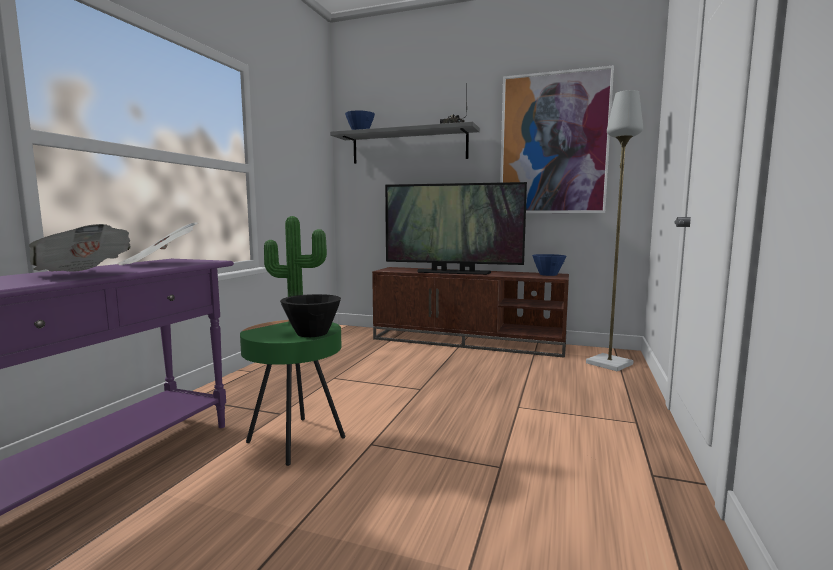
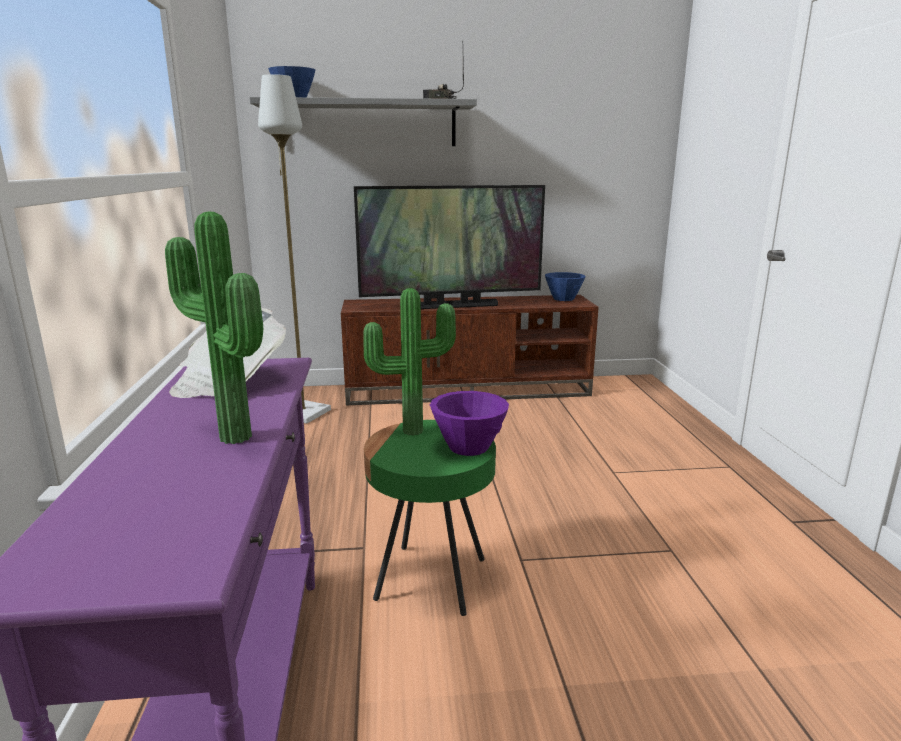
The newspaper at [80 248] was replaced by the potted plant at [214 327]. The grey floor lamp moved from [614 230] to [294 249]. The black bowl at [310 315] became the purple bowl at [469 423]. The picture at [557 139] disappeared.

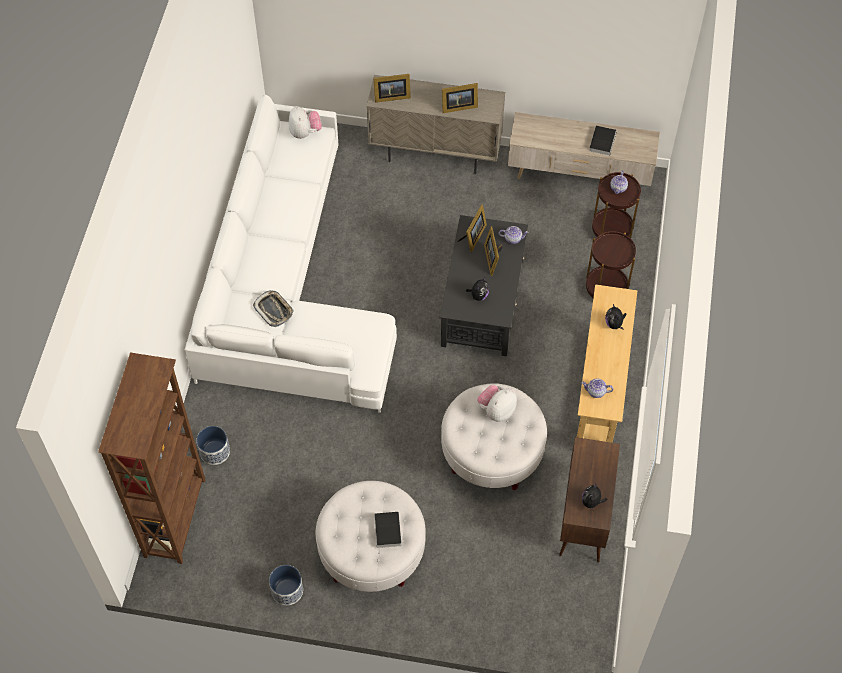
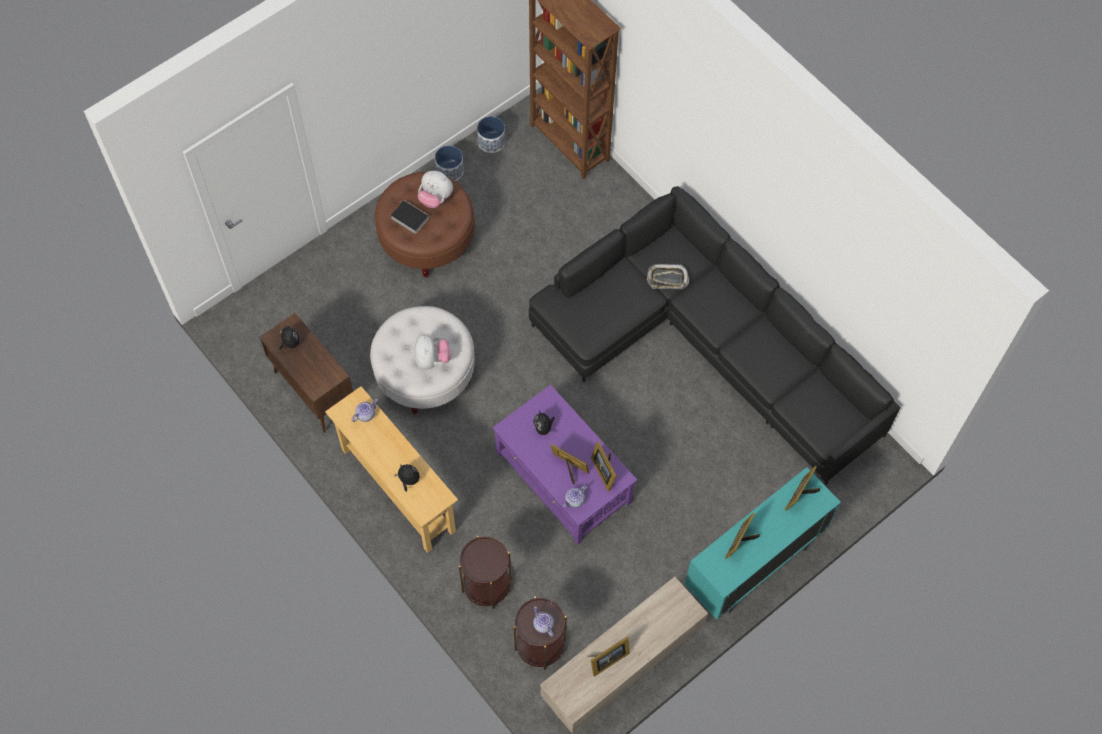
The white ottoman at [371 536] became the brown ottoman at [425 225]. The plush toy moved from [305 122] to [435 189]. The planter moved from [213 445] to [491 134]. The black coffee table at [484 285] became the purple coffee table at [564 465]. The white sofa at [291 253] became the black sofa at [714 335]. The book at [603 141] was replaced by the picture frame at [610 657]. The beige cabinet at [435 124] became the turquoise cabinet at [763 543].

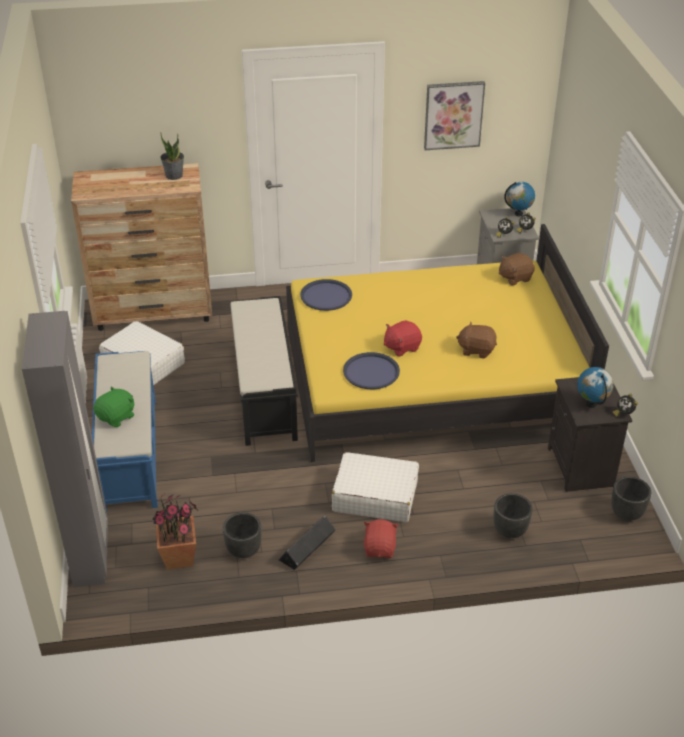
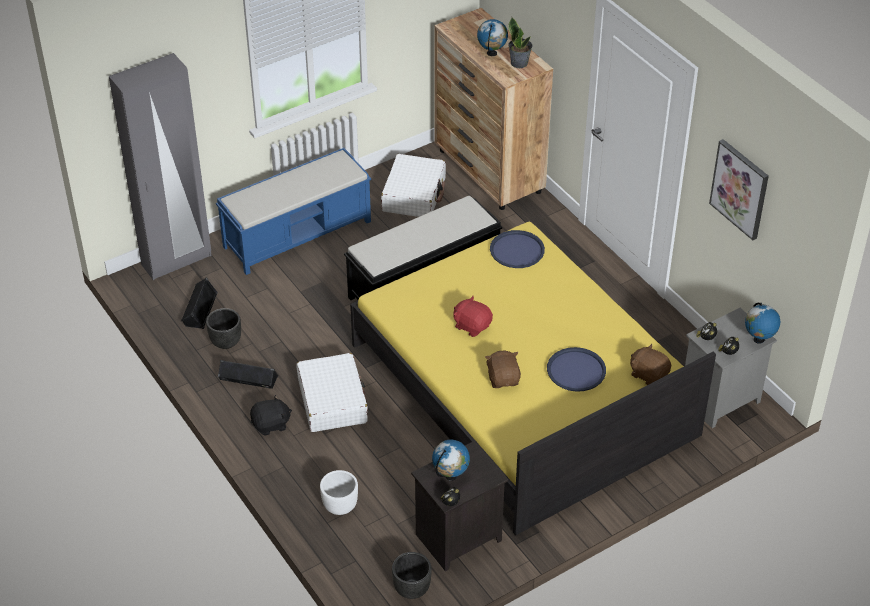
The potted plant at [175 532] was replaced by the black speaker at [199 303]. The red plush toy at [381 538] became the black plush toy at [271 415]. The black planter at [513 515] became the white planter at [339 492]. The globe at [492 37] appeared. The blue tray moved from [371 370] to [576 369]. The green plush toy at [114 406] disappeared.

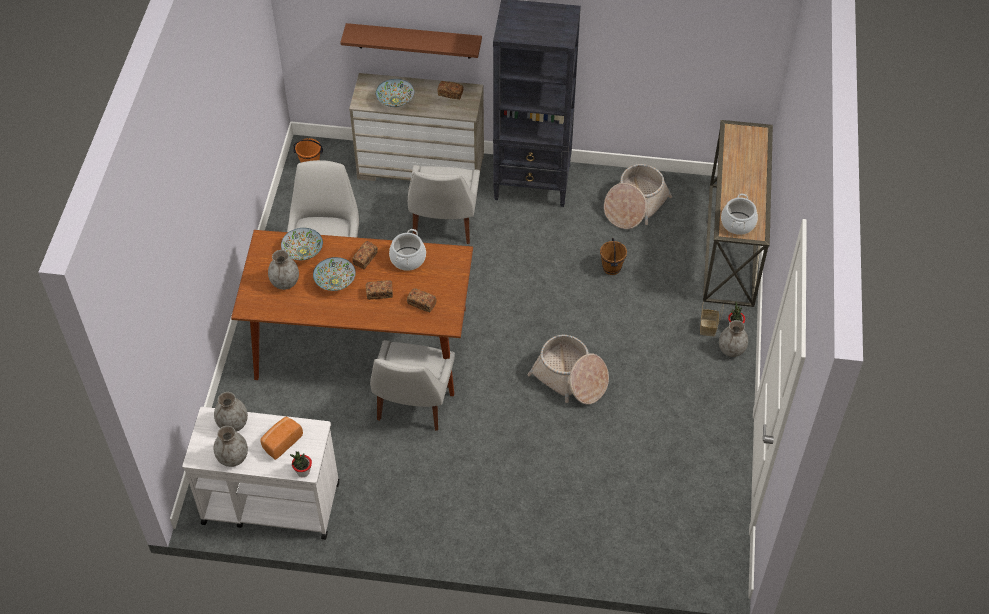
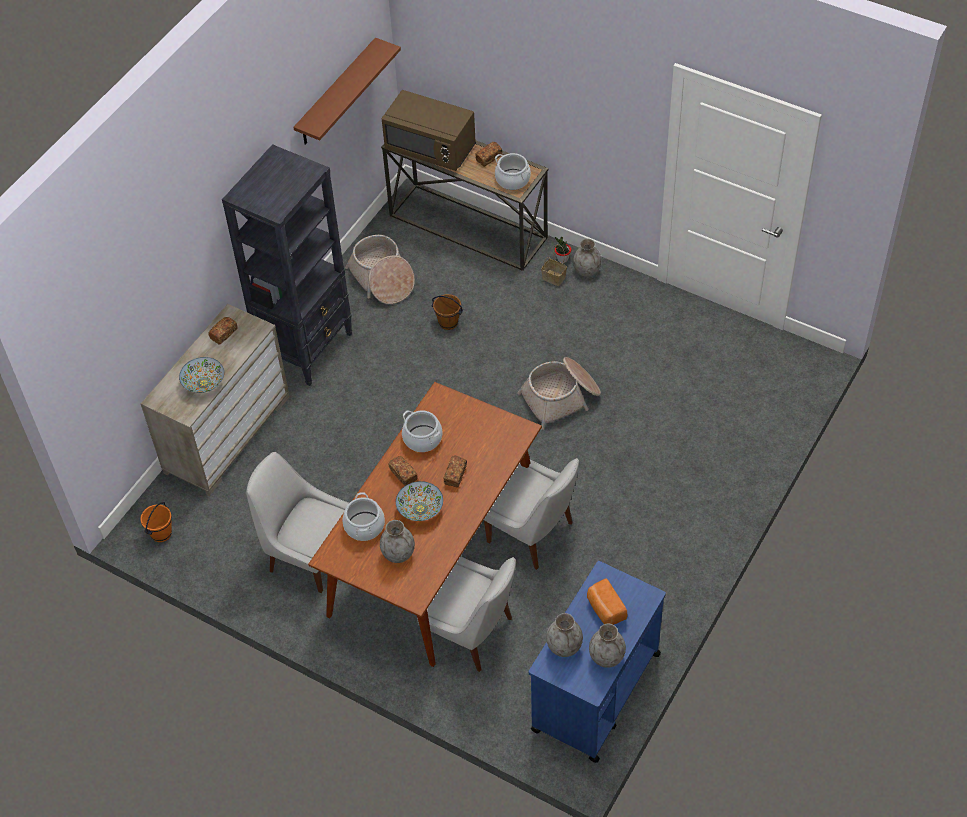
The brown shelf moved from [411 41] to [347 91]. The bowl at [302 244] was replaced by the cooking pot at [363 516]. The brown microwave at [429 130] appeared. The white chair moved from [444 204] to [466 614]. The bread moved from [421 300] to [488 154]. The white cart at [261 473] became the blue cart at [597 662]. The potted plant at [301 464] disappeared.

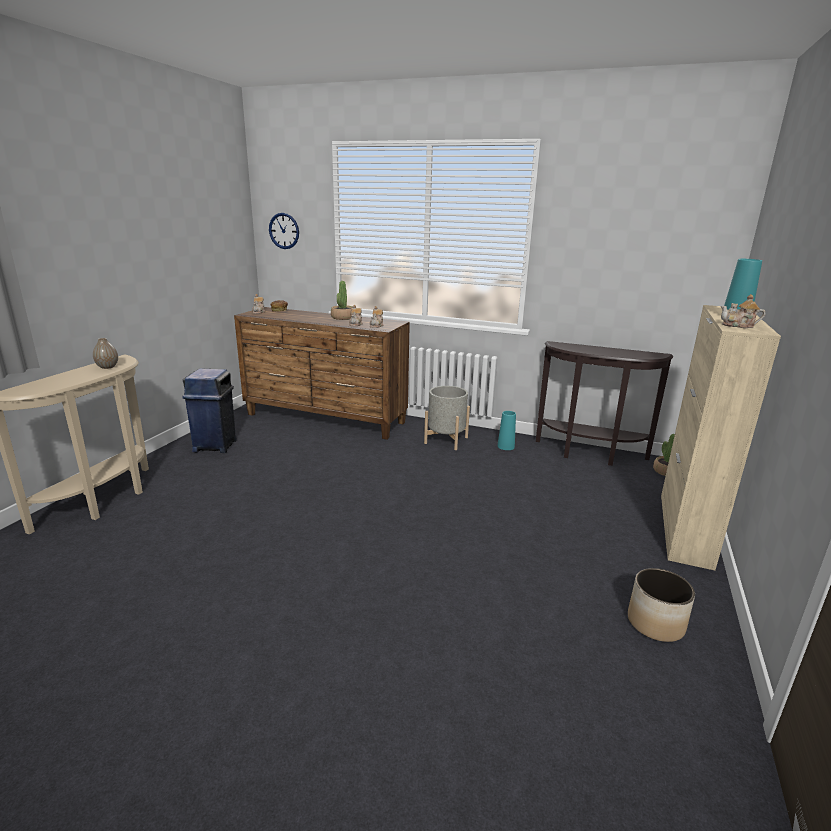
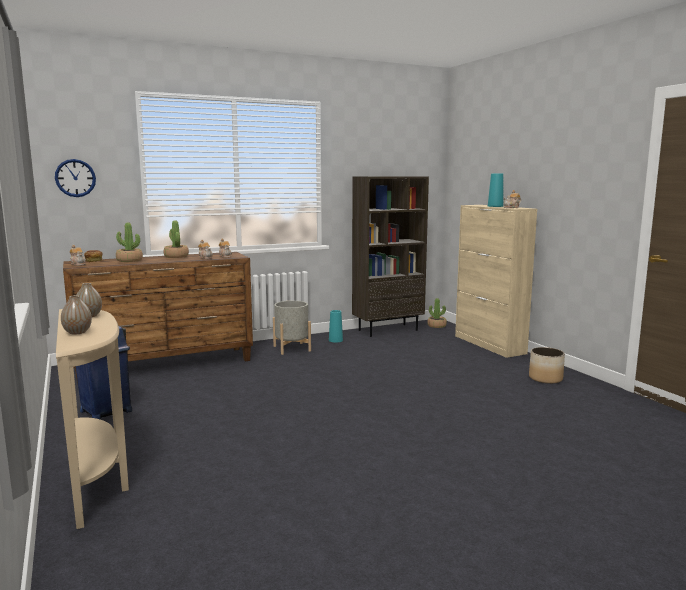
The vase at [76 315] appeared. The potted plant at [129 242] appeared. The brown console table at [605 403] was replaced by the brown bookcase at [390 256].

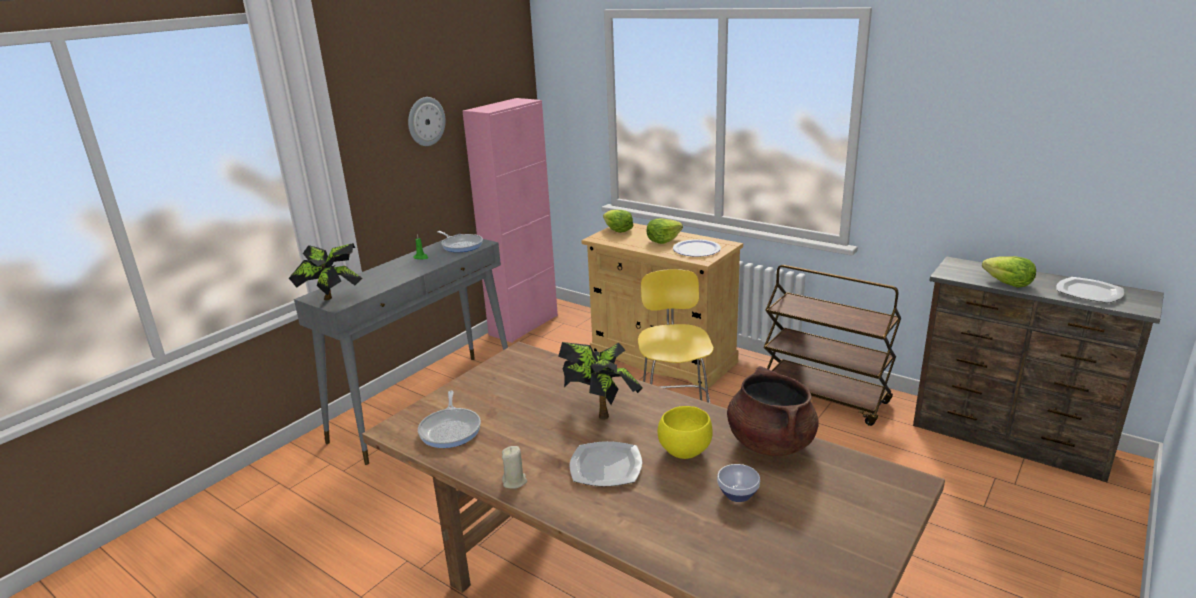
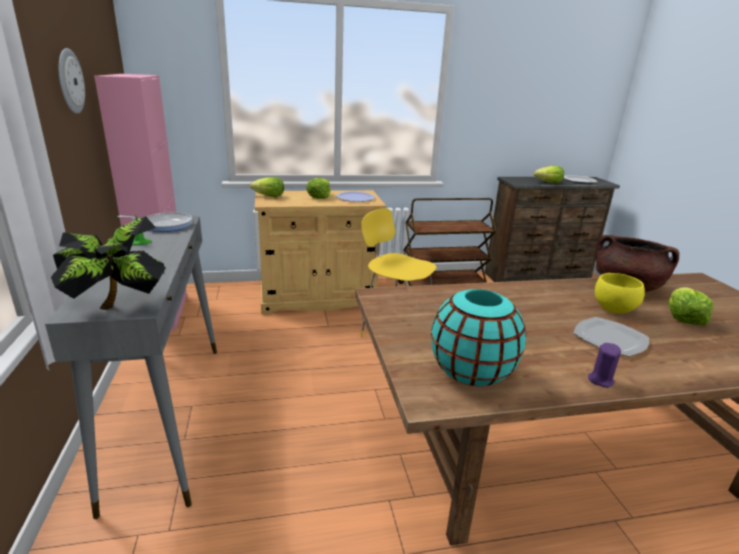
The frying pan at [449 419] was replaced by the turquoise vase at [478 337]. The beige candle at [514 467] became the purple candle at [604 365]. The bowl at [738 483] was replaced by the lettuce at [690 306]. The potted plant at [600 381] disappeared.

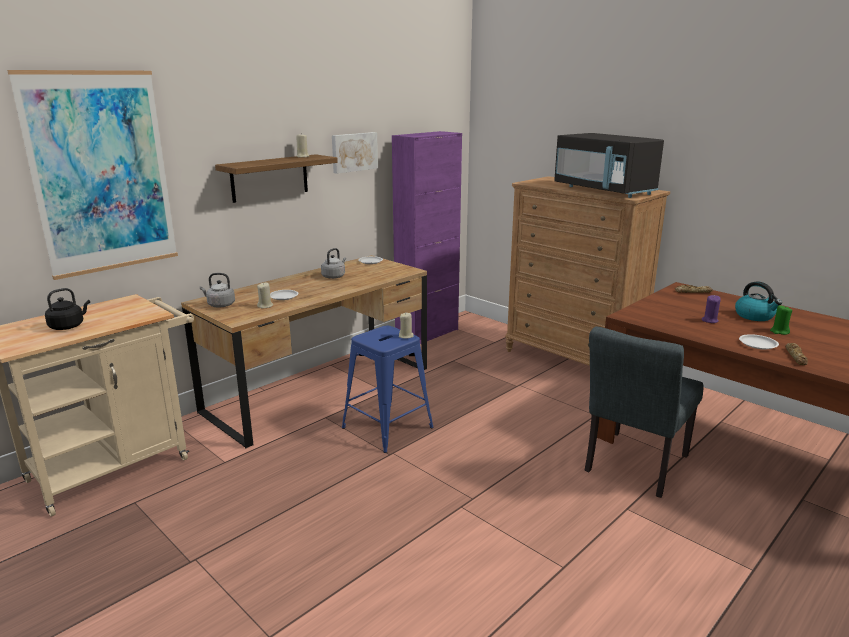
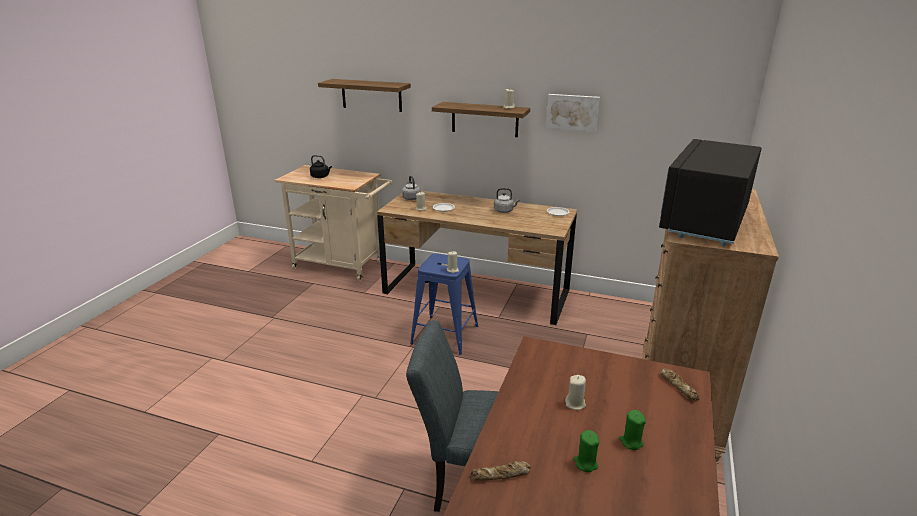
The picture at [92 175] was replaced by the shelf at [364 95]. The purple candle at [711 309] became the beige candle at [575 392]. The kettle at [758 301] was replaced by the green candle at [632 430]. The purple cabinet at [427 237] disappeared. The white plate at [759 341] disappeared.

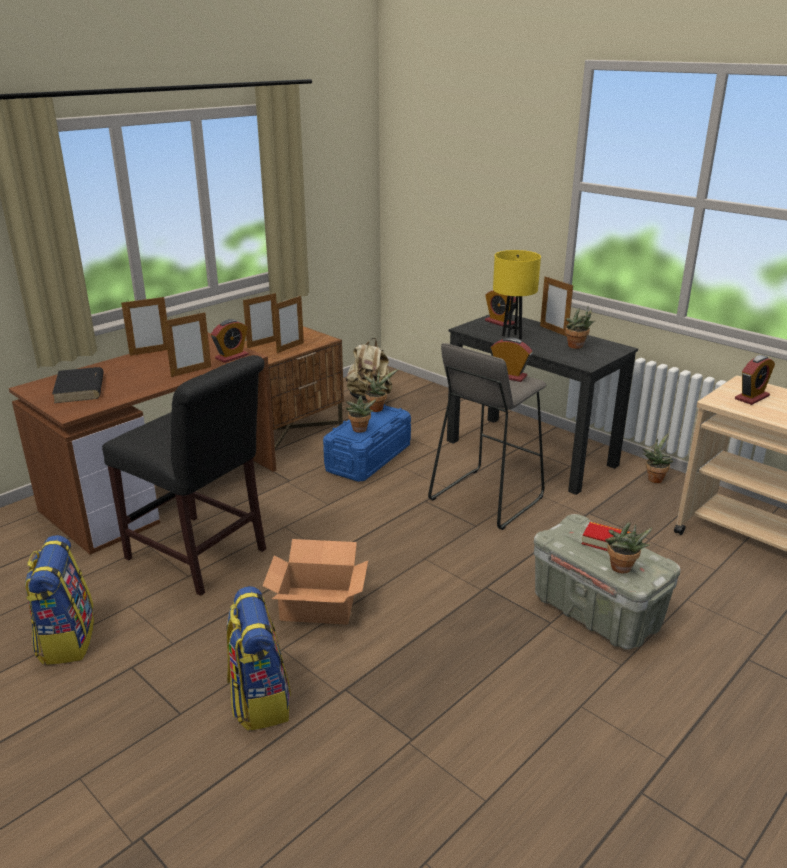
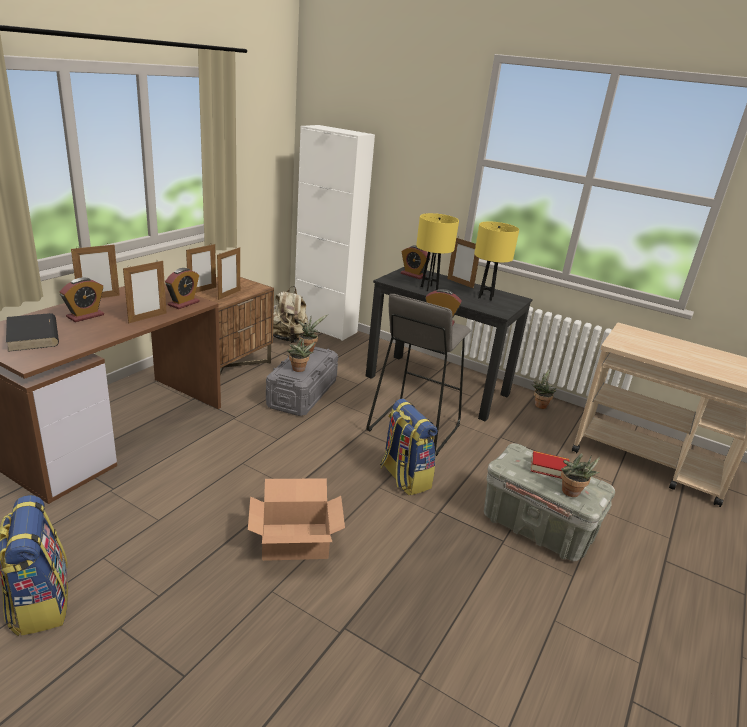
The alarm clock moved from [755 380] to [82 299]. The blue storage box at [367 443] became the grey storage box at [302 381]. The white cabinet at [335 233] appeared. The backpack moved from [258 658] to [409 446]. The potted plant at [580 328] was replaced by the yellow table lamp at [496 261]. The black chair at [184 475] disappeared.

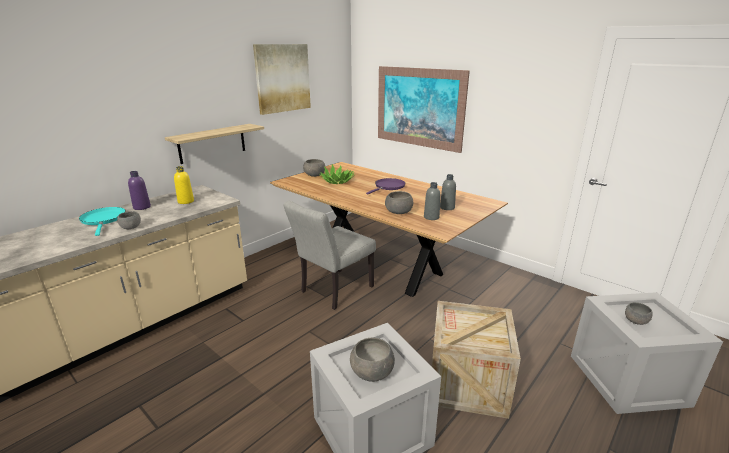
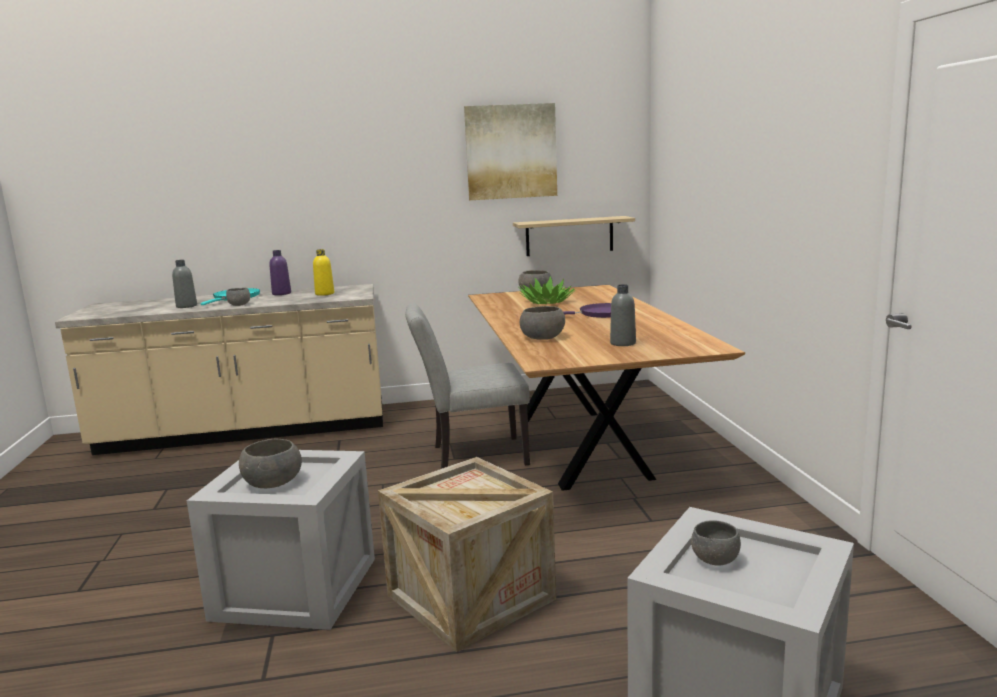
The grey bottle moved from [432 201] to [184 284]. The shelf moved from [214 144] to [574 236]. The picture at [424 109] disappeared.

